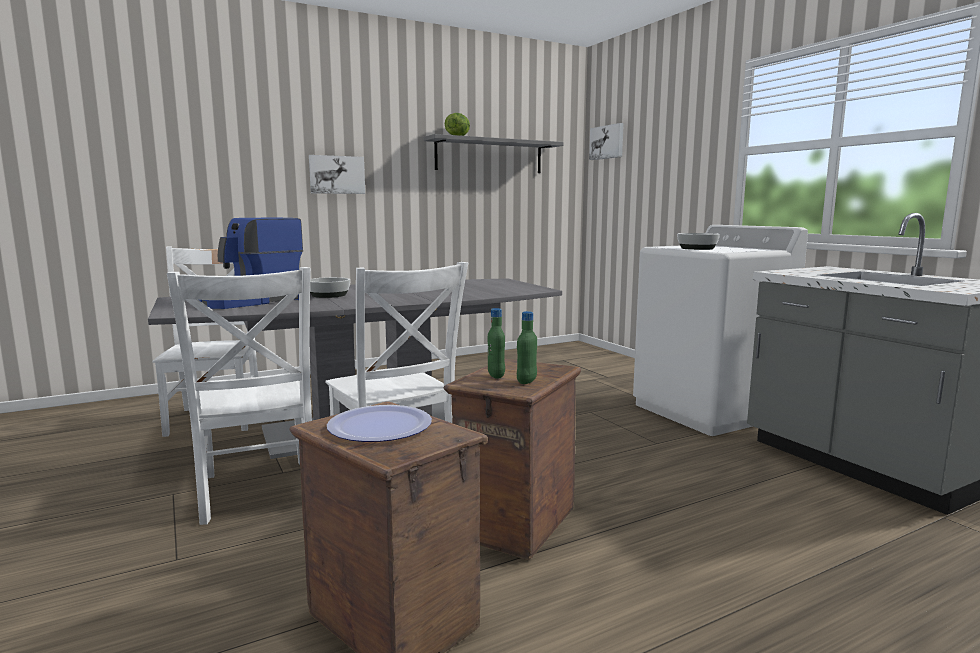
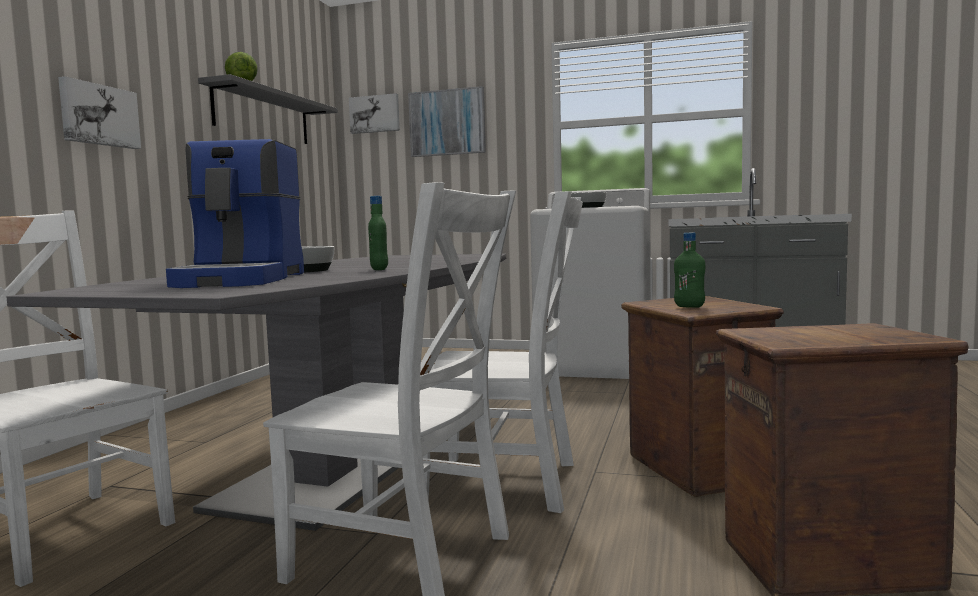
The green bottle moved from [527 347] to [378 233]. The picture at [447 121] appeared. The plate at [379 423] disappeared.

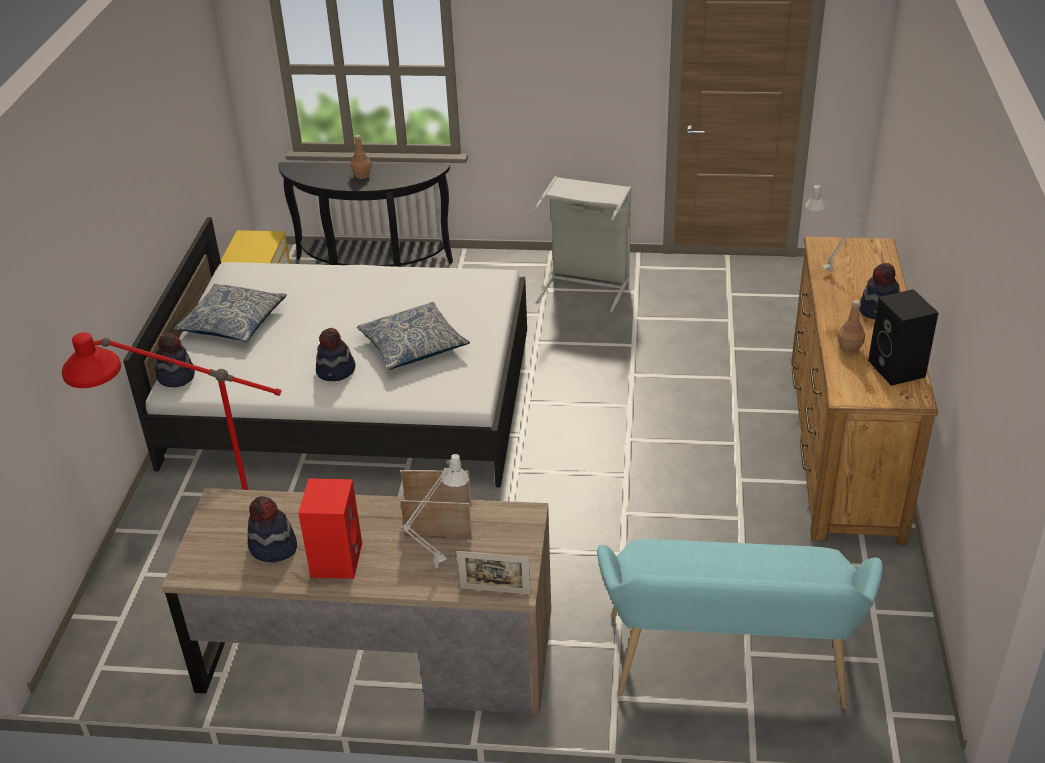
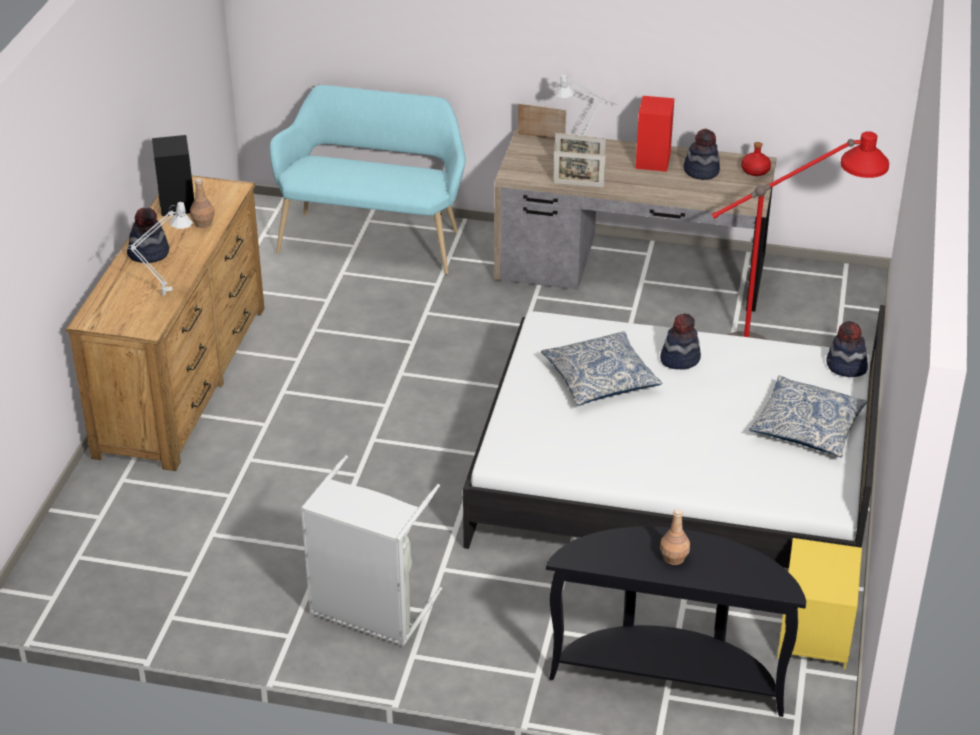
The red bottle at [756 159] appeared.

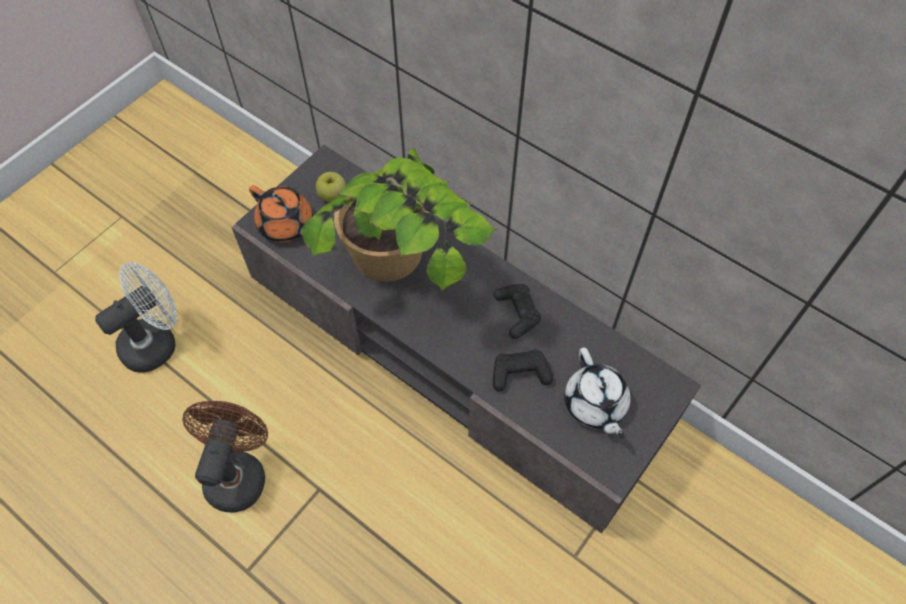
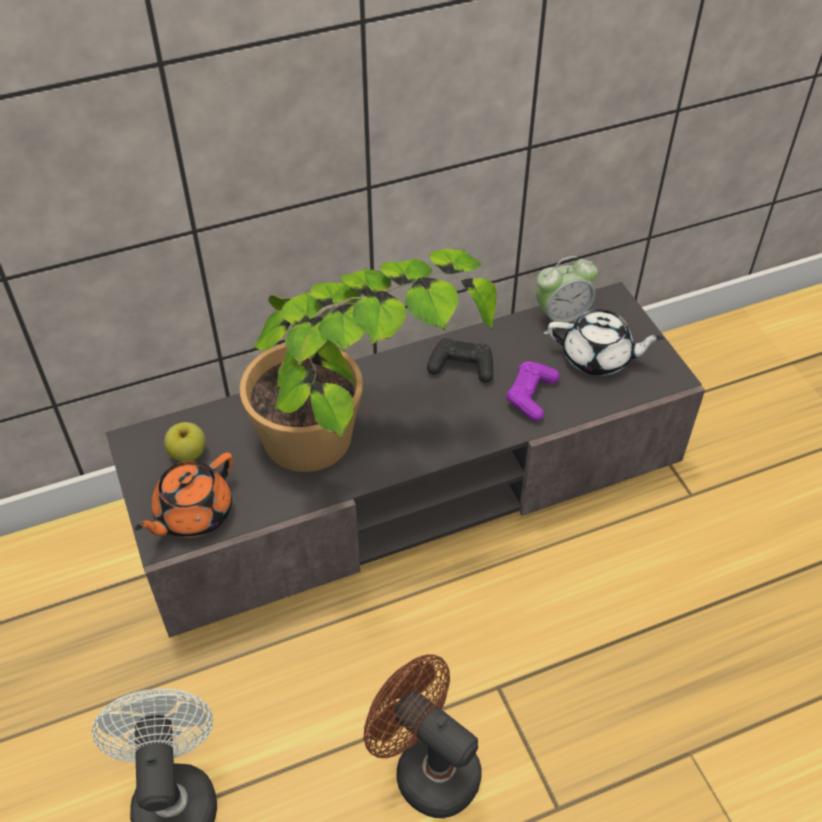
The orange teapot at [281 213] turned 150 degrees clockwise. The black game controller at [523 370] became the purple game controller at [533 391]. The alarm clock at [567 295] appeared.

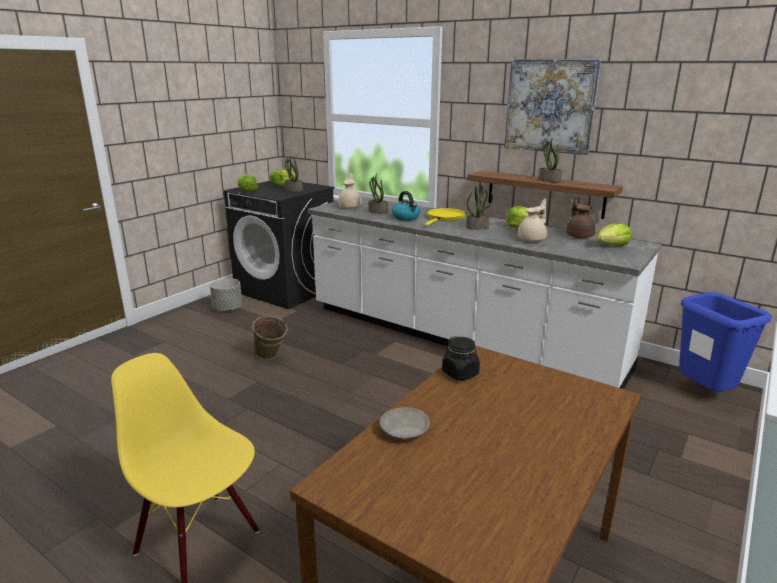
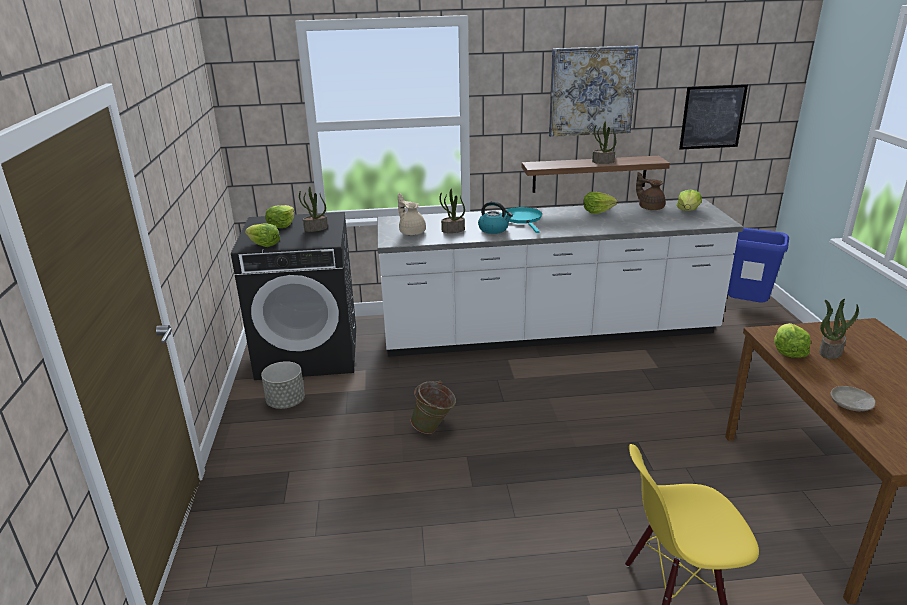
The yellow frying pan at [445 217] became the turquoise frying pan at [523 220]. The picture at [713 117] appeared. The black jar at [461 358] was replaced by the lettuce at [792 340]. The potted plant moved from [479 207] to [839 329]. The beige teapot at [532 220] disappeared.

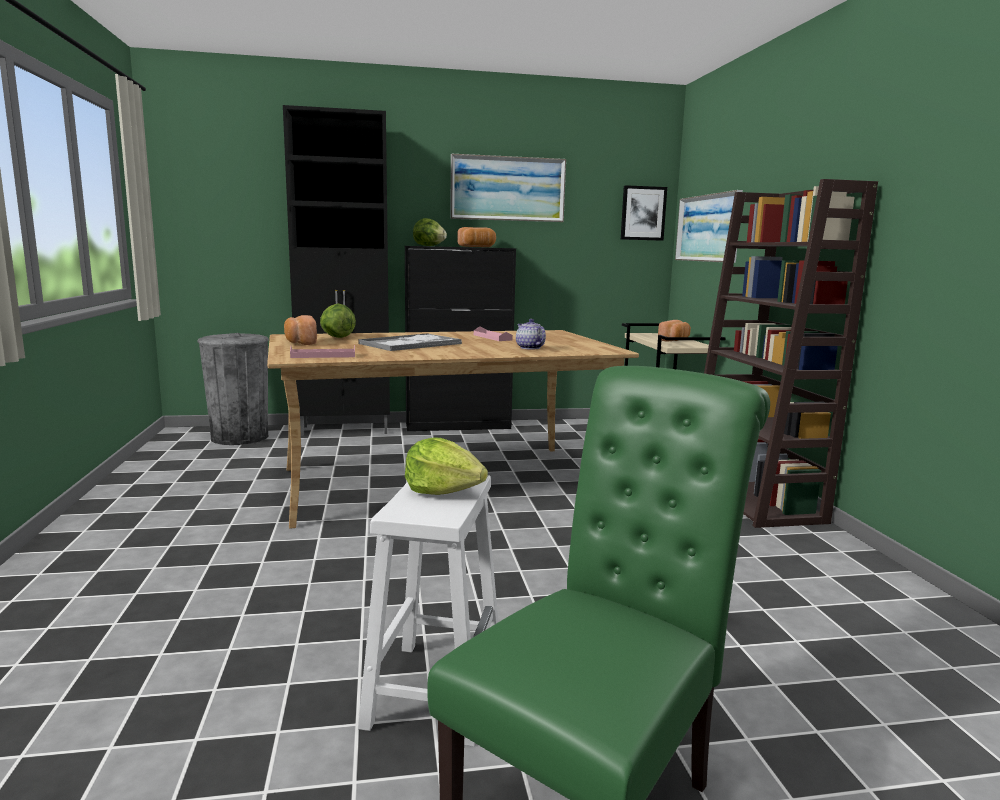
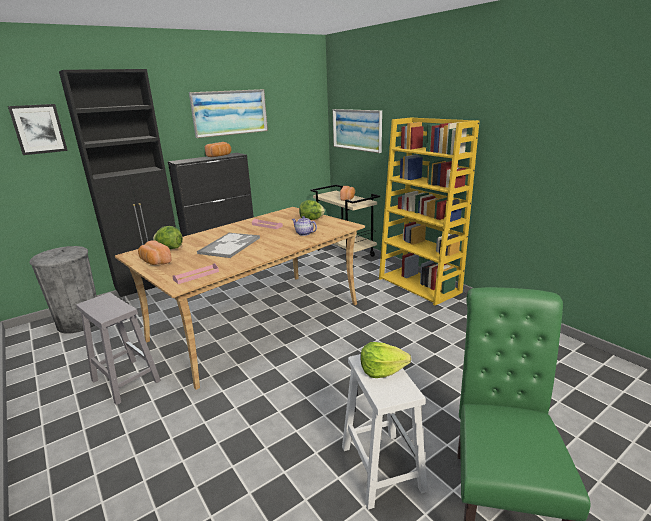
The picture moved from [644 213] to [38 129]. The grey stool at [118 349] appeared. The lettuce moved from [430 232] to [312 210]. The brown bookcase at [791 353] became the yellow bookcase at [429 211].

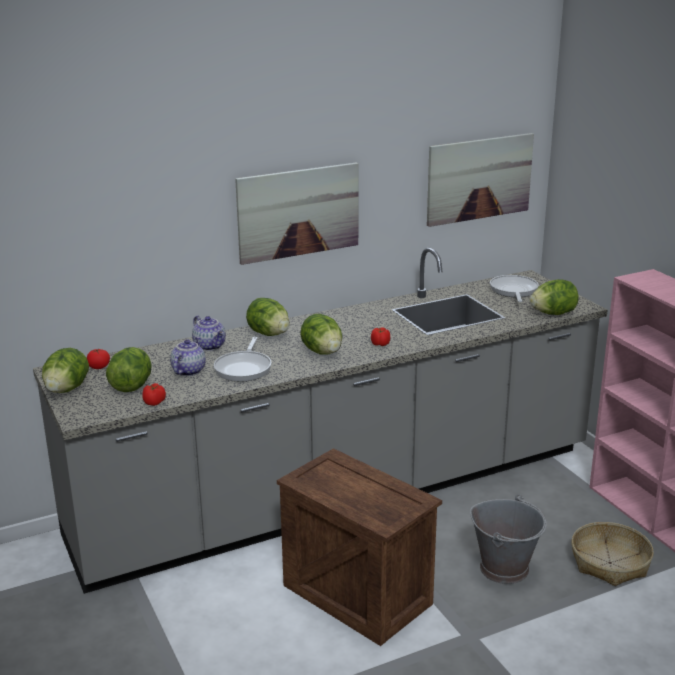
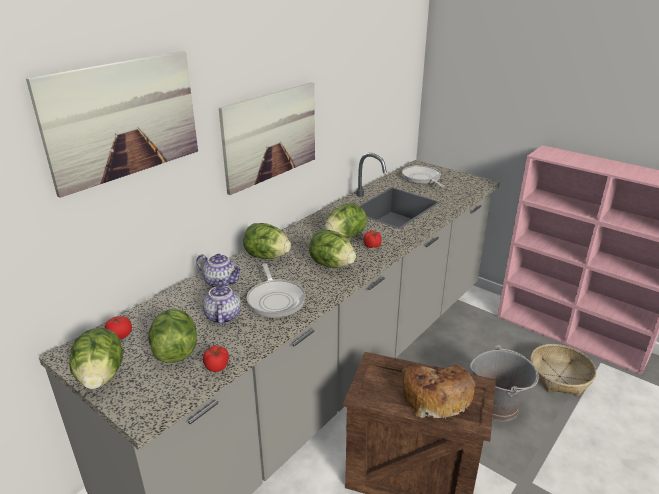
The picture moved from [480 180] to [112 124]. The lettuce moved from [554 297] to [345 221]. The bread at [439 391] appeared.

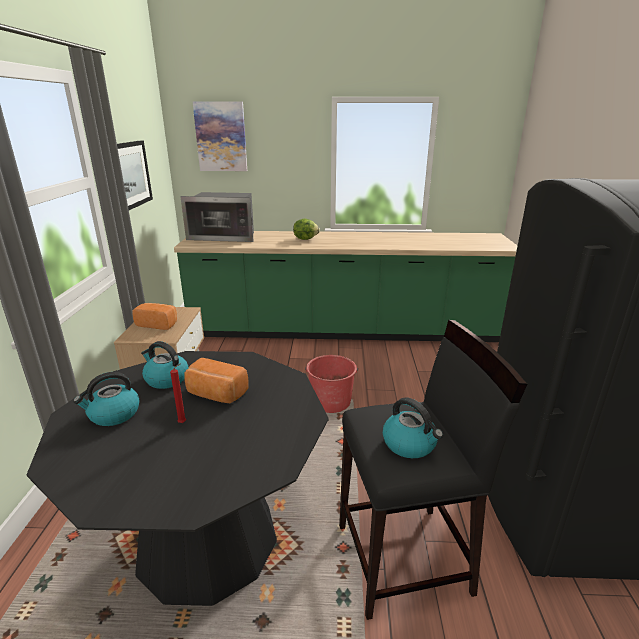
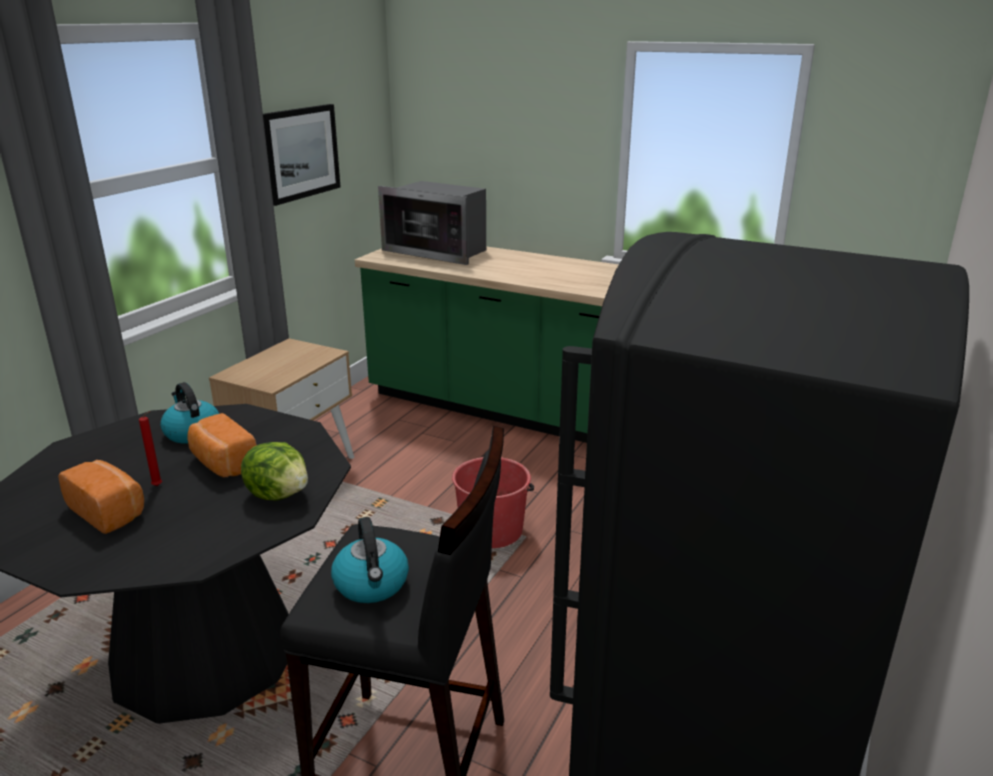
The bread moved from [154 316] to [101 497]. The lettuce moved from [306 229] to [274 471]. The kettle at [106 399] disappeared. The picture at [219 136] disappeared.

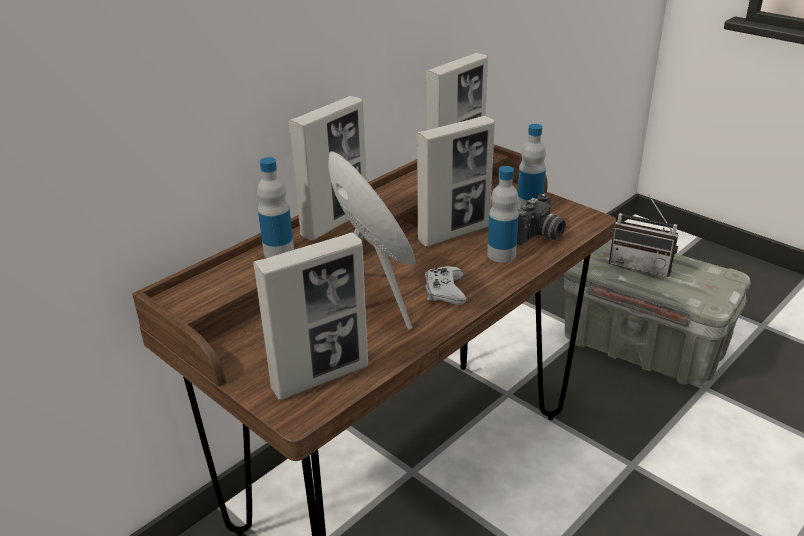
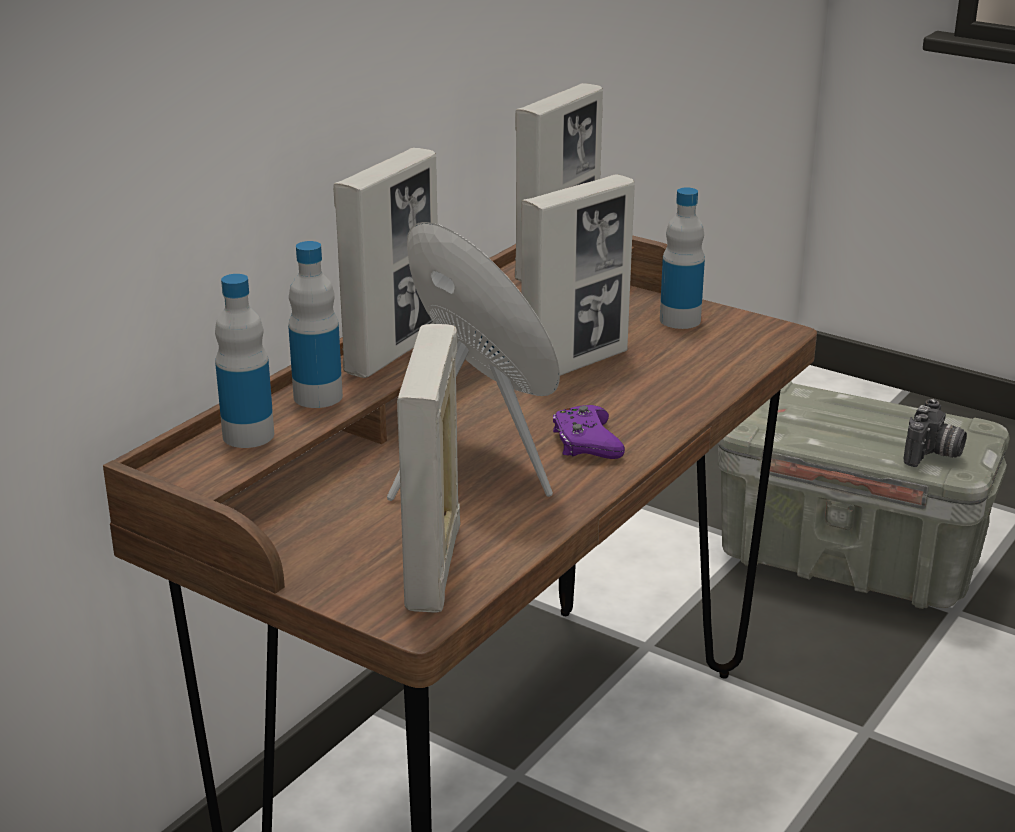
The bottle moved from [503 214] to [244 361]. The picture frame at [310 316] turned 135 degrees clockwise. The white game controller at [445 285] became the purple game controller at [589 432]. The photo camera moved from [541 219] to [935 433]. The radio at [643 235] disappeared.

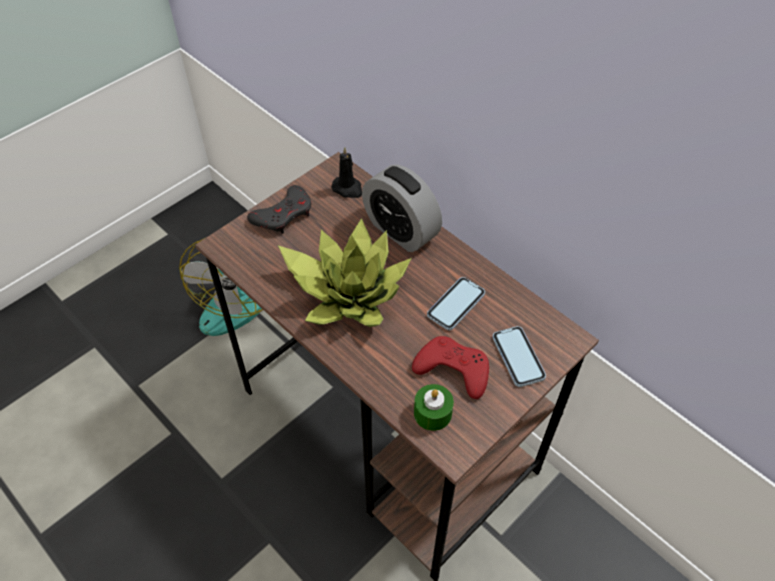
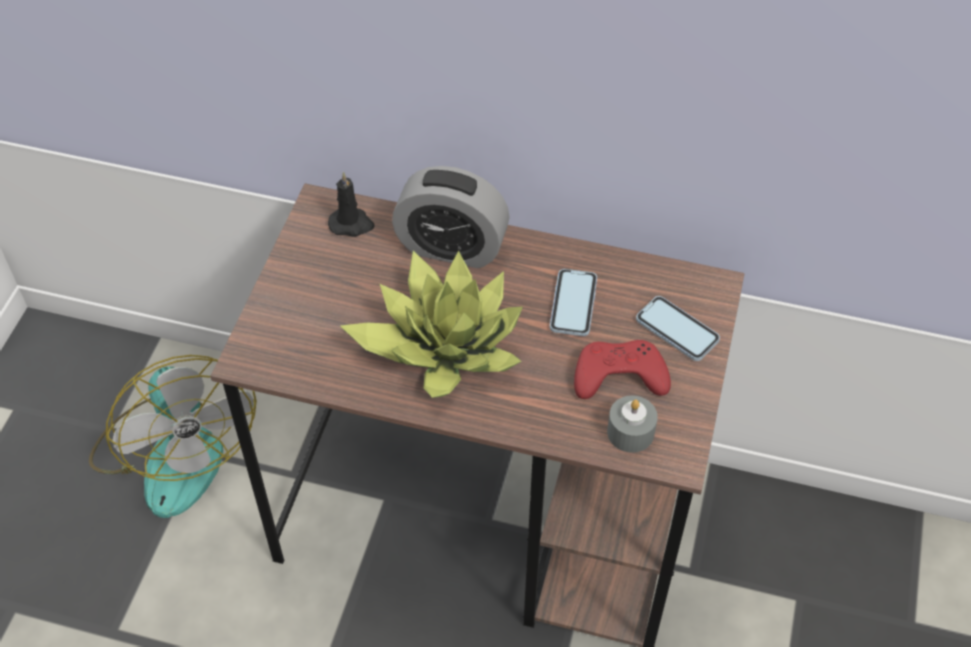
The green candle at [434 407] became the grey candle at [632 424]. The grey game controller at [279 209] disappeared.

